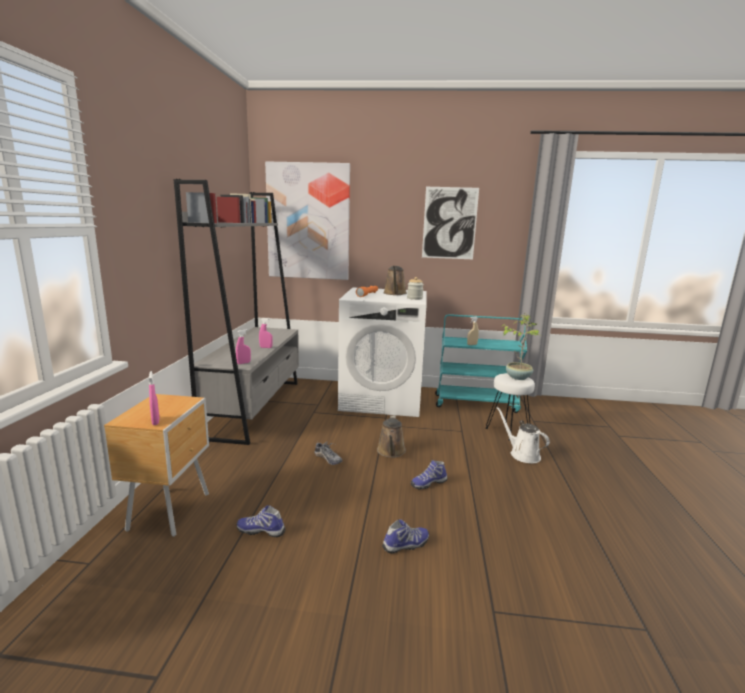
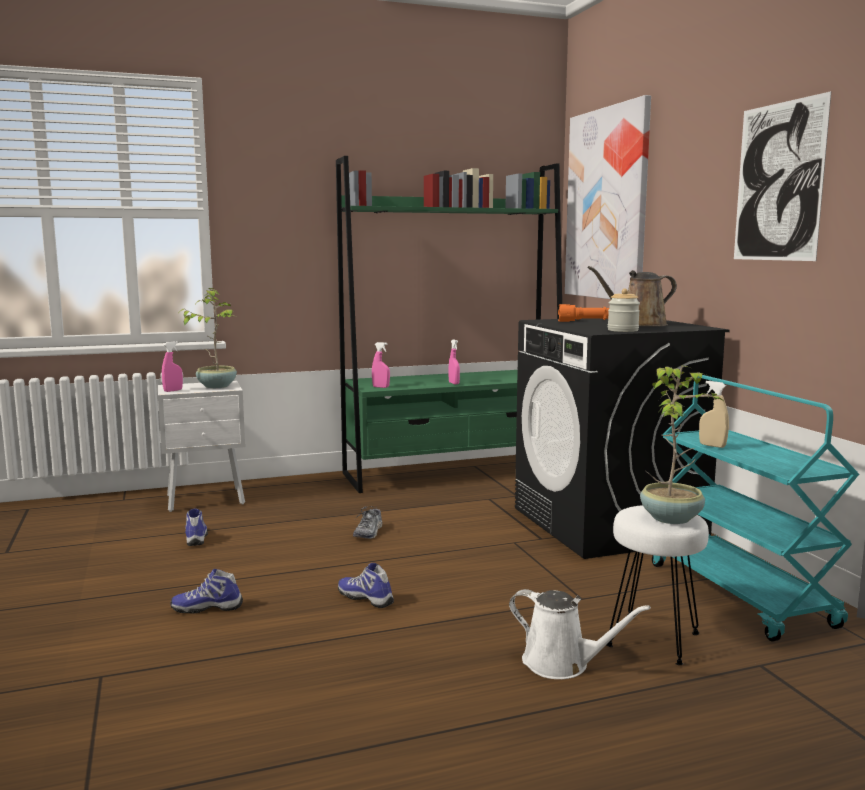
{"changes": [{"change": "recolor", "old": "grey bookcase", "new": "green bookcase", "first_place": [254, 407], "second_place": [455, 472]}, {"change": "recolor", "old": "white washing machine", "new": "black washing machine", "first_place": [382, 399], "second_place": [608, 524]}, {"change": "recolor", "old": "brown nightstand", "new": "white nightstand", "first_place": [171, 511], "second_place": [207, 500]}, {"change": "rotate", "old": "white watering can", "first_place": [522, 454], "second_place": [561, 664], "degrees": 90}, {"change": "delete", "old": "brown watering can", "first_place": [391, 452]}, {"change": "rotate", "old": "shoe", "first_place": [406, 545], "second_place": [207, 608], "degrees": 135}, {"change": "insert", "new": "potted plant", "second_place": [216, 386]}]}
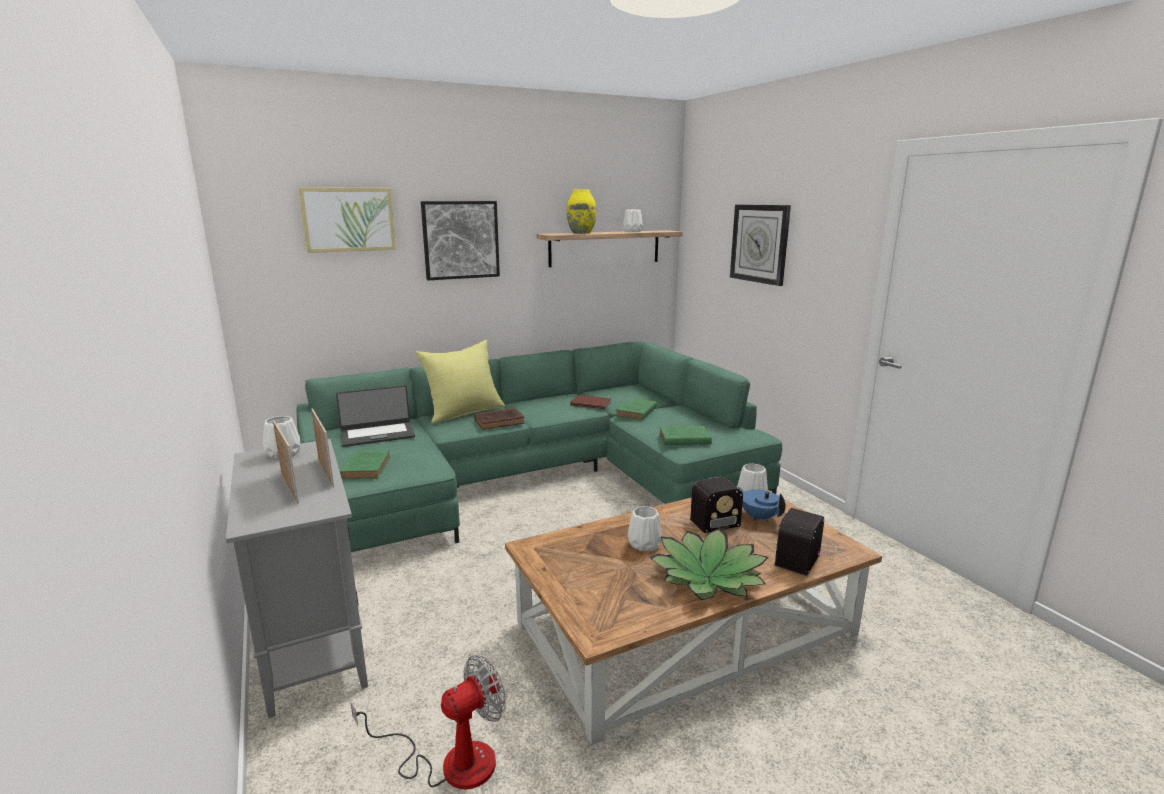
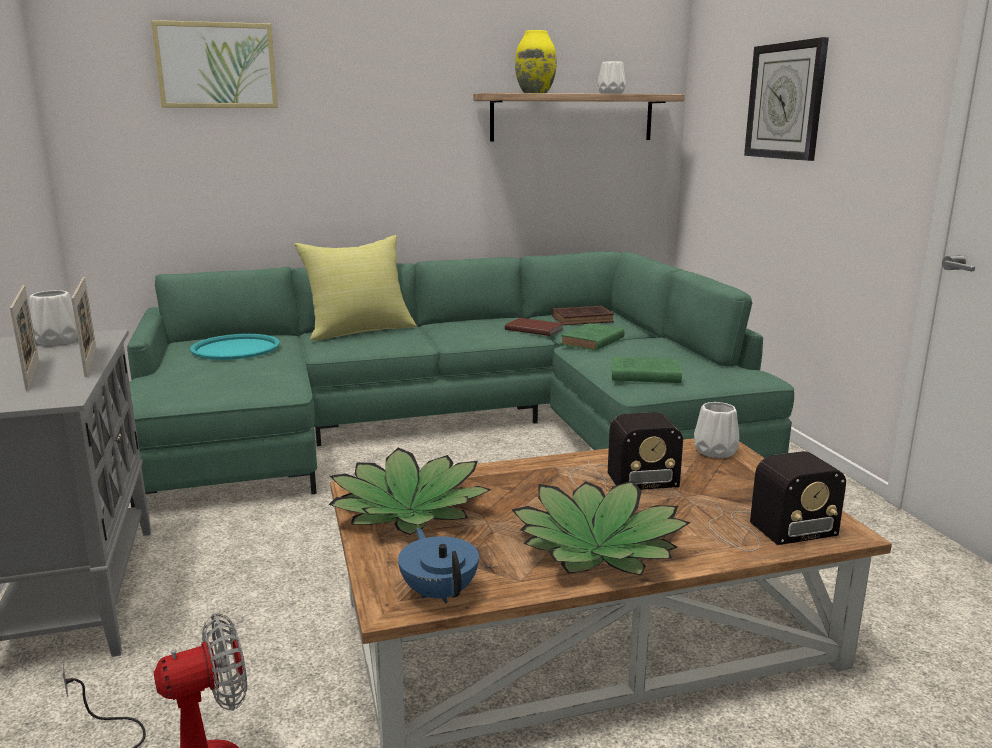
{"changes": [{"change": "delete", "old": "picture", "first_place": [461, 240]}, {"change": "replace", "old": "laptop", "new": "turquoise tray", "first_place": [377, 434], "second_place": [235, 348]}, {"change": "move", "old": "brown book", "first_place": [500, 421], "second_place": [584, 319]}, {"change": "delete", "old": "green book", "first_place": [366, 467]}, {"change": "move", "old": "blue teapot", "first_place": [759, 517], "second_place": [439, 592]}, {"change": "delete", "old": "white vase", "first_place": [645, 544]}, {"change": "rotate", "old": "radio", "first_place": [806, 553], "second_place": [767, 529], "degrees": -150}, {"change": "insert", "new": "potted plant", "second_place": [410, 509]}]}
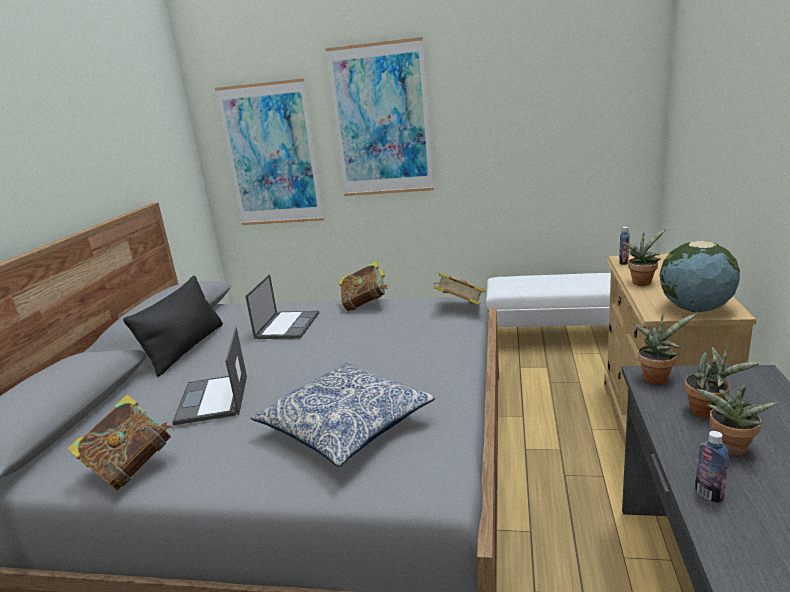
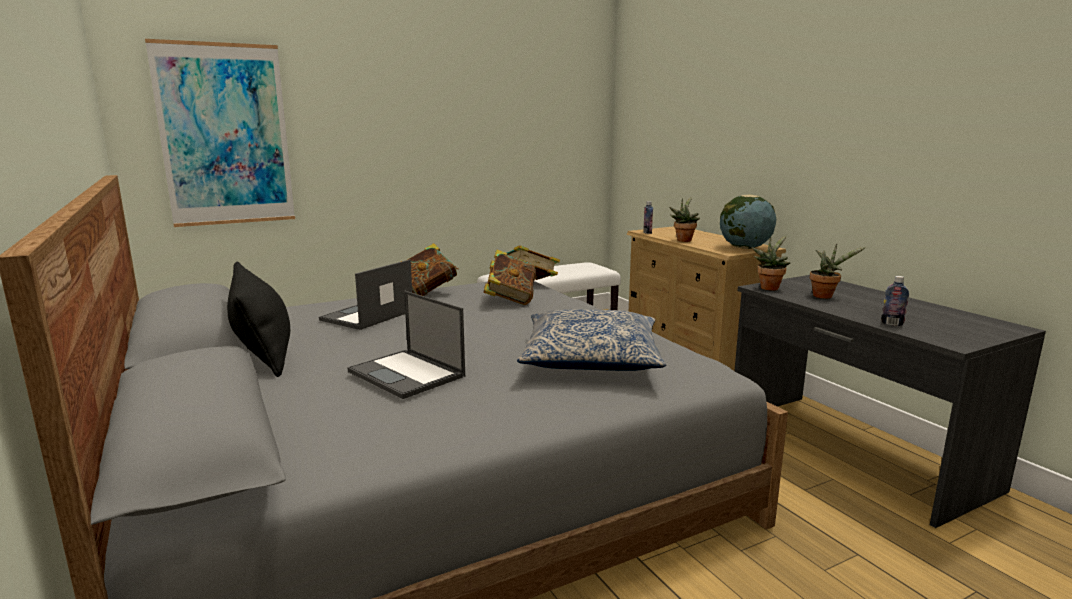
{"changes": [{"change": "delete", "old": "picture", "first_place": [381, 121]}, {"change": "rotate", "old": "laptop", "first_place": [287, 325], "second_place": [367, 316], "degrees": -120}, {"change": "delete", "old": "potted plant", "first_place": [729, 449]}, {"change": "move", "old": "book", "first_place": [131, 468], "second_place": [510, 300]}]}
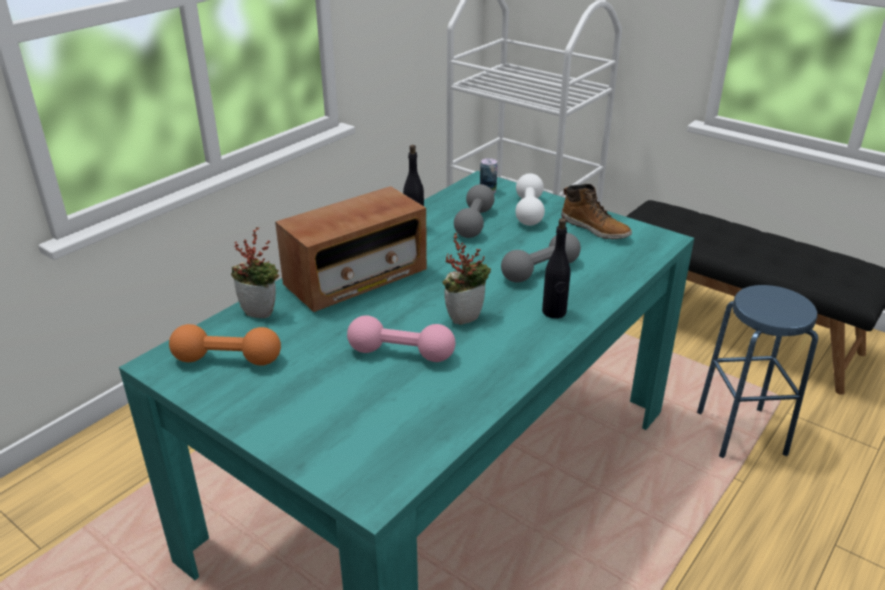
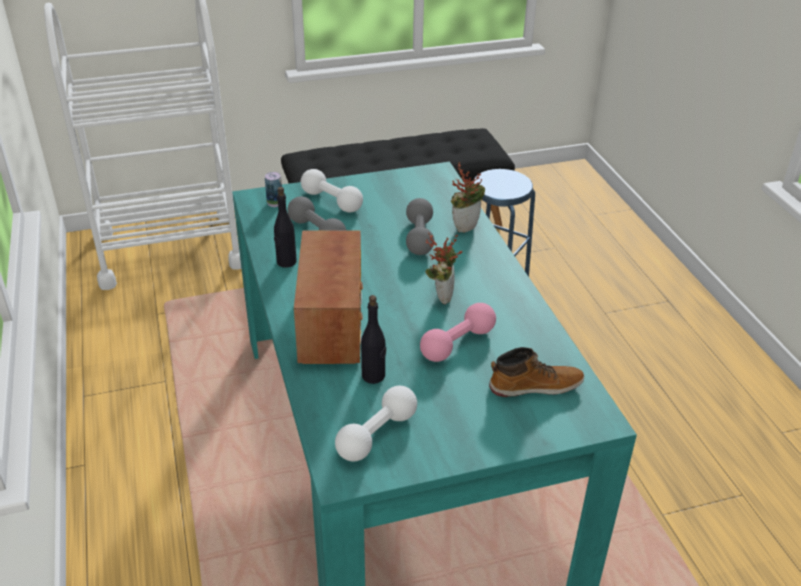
{"changes": [{"change": "move", "old": "boot", "first_place": [595, 228], "second_place": [535, 385]}, {"change": "move", "old": "black bottle", "first_place": [554, 312], "second_place": [373, 376]}, {"change": "move", "old": "potted plant", "first_place": [261, 312], "second_place": [465, 226]}, {"change": "recolor", "old": "orange dumbbell", "new": "white dumbbell", "first_place": [227, 360], "second_place": [377, 435]}]}
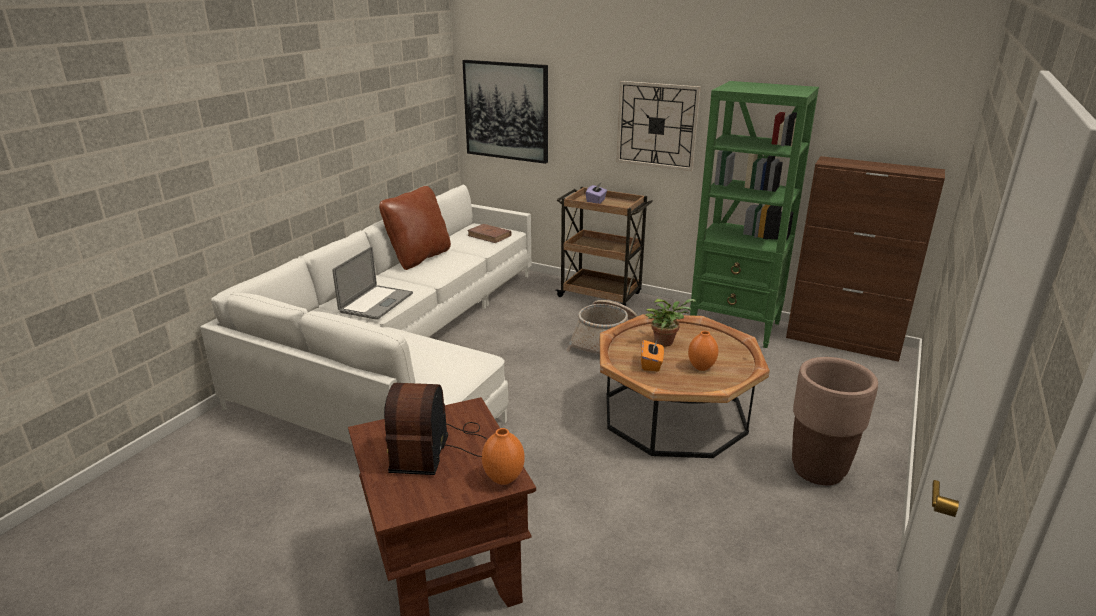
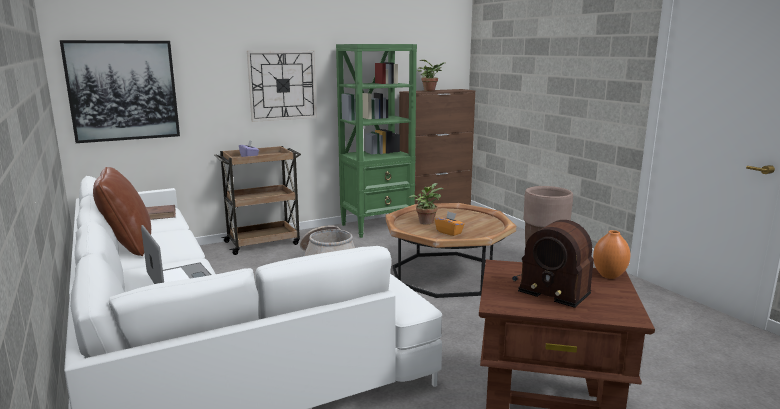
{"changes": [{"change": "delete", "old": "orange vase", "first_place": [701, 367]}, {"change": "insert", "new": "potted plant", "second_place": [431, 90]}]}
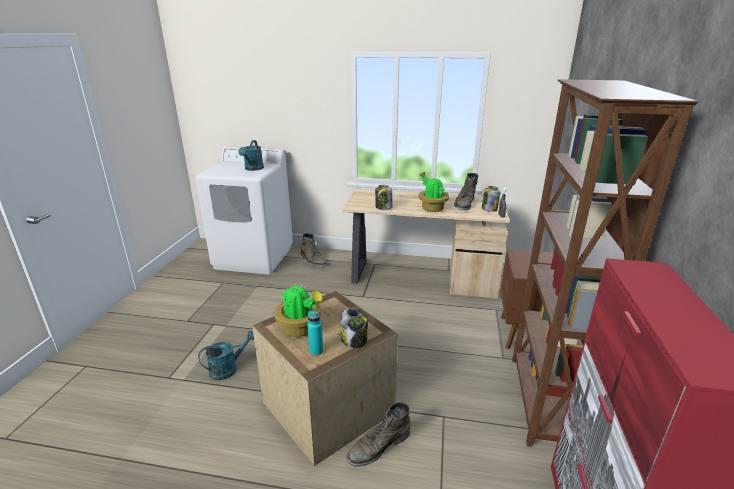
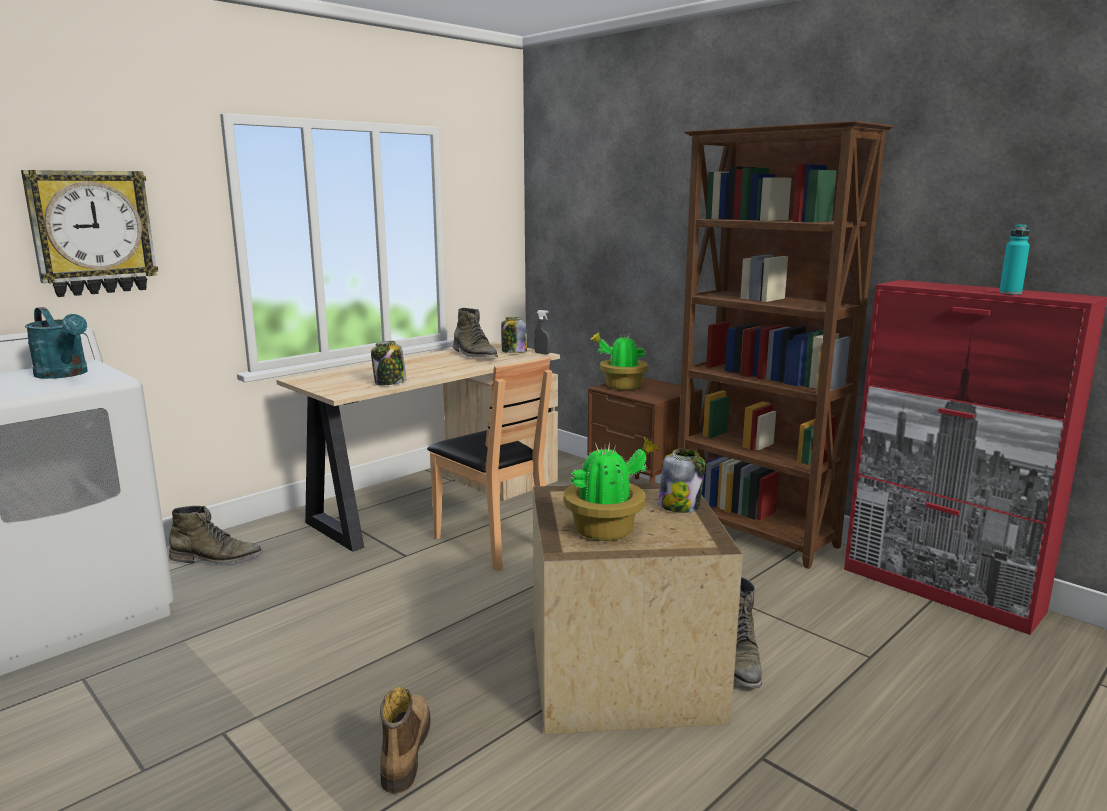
{"changes": [{"change": "move", "old": "potted plant", "first_place": [431, 208], "second_place": [621, 386]}, {"change": "move", "old": "turquoise bottle", "first_place": [316, 351], "second_place": [1010, 293]}, {"change": "replace", "old": "turquoise watering can", "new": "boot", "first_place": [228, 368], "second_place": [404, 750]}, {"change": "insert", "new": "wall clock", "second_place": [92, 233]}, {"change": "insert", "new": "brown chair", "second_place": [493, 542]}]}
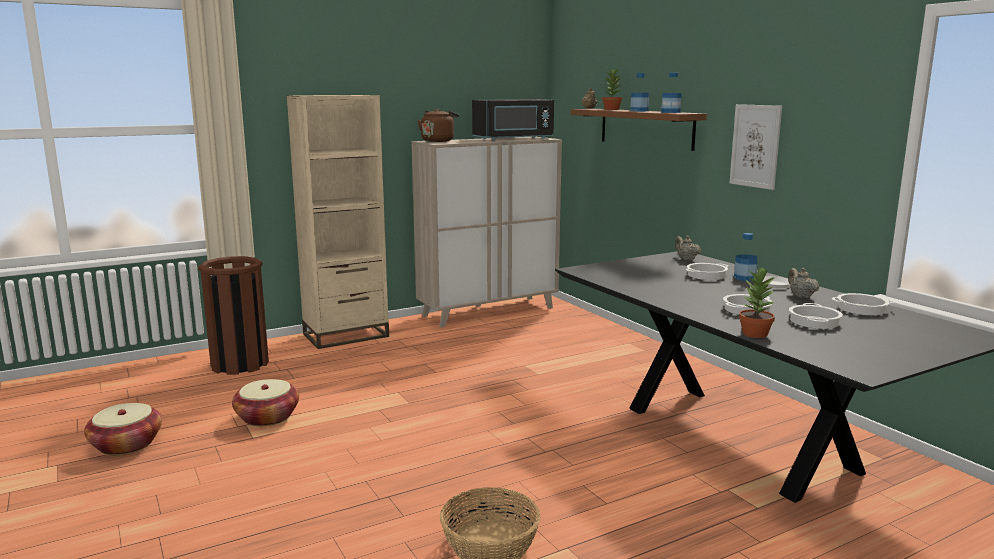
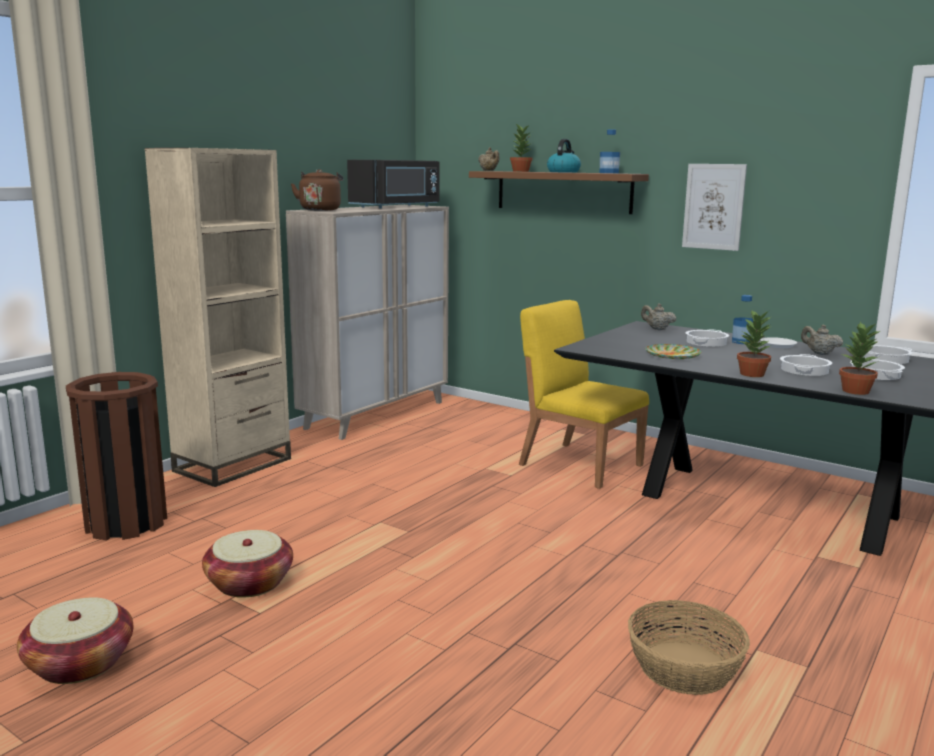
{"changes": [{"change": "replace", "old": "bottle", "new": "kettle", "first_place": [639, 111], "second_place": [563, 172]}, {"change": "insert", "new": "yellow chair", "second_place": [579, 464]}, {"change": "insert", "new": "potted plant", "second_place": [752, 374]}, {"change": "insert", "new": "plate", "second_place": [673, 355]}]}
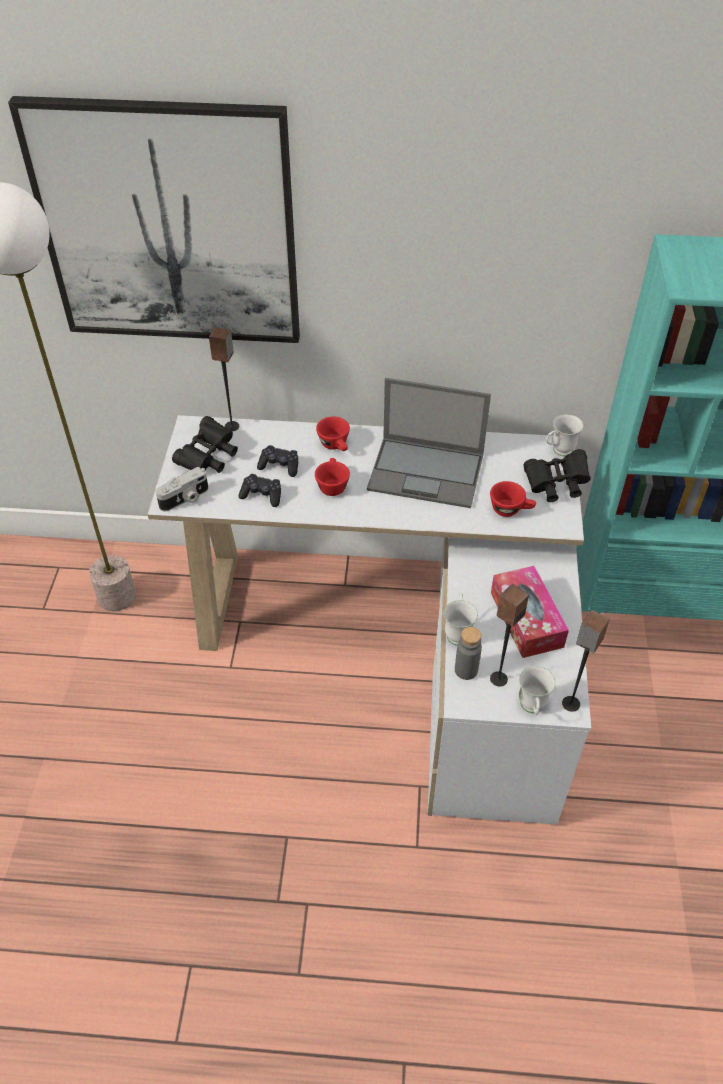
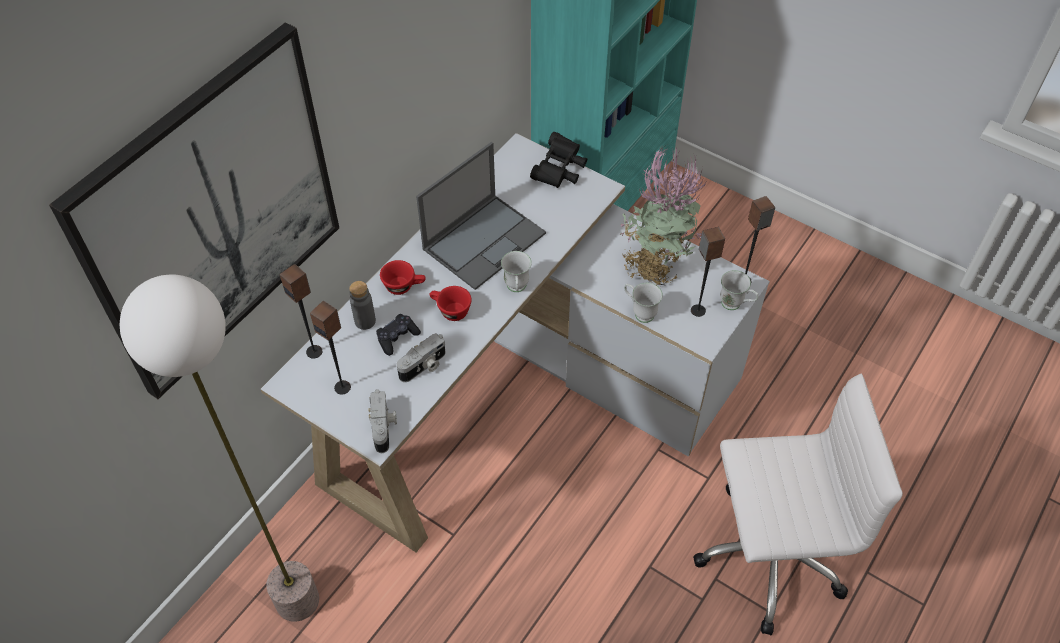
{"changes": [{"change": "move", "old": "white mug", "first_place": [558, 452], "second_place": [516, 289]}, {"change": "replace", "old": "black binoculars", "new": "speaker", "first_place": [208, 457], "second_place": [343, 387]}, {"change": "replace", "old": "black game controller", "new": "photo camera", "first_place": [262, 495], "second_place": [424, 366]}, {"change": "delete", "old": "red cup", "first_place": [511, 509]}, {"change": "replace", "old": "tissue box", "new": "potted plant", "first_place": [526, 619], "second_place": [654, 265]}, {"change": "move", "old": "grey bottle", "first_place": [466, 670], "second_place": [365, 321]}, {"change": "insert", "new": "white office chair", "second_place": [766, 555]}]}
